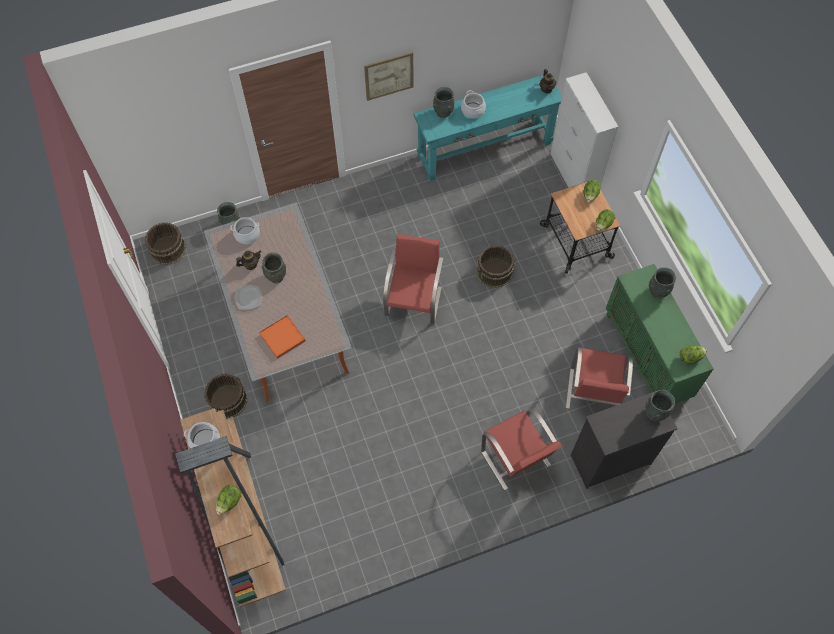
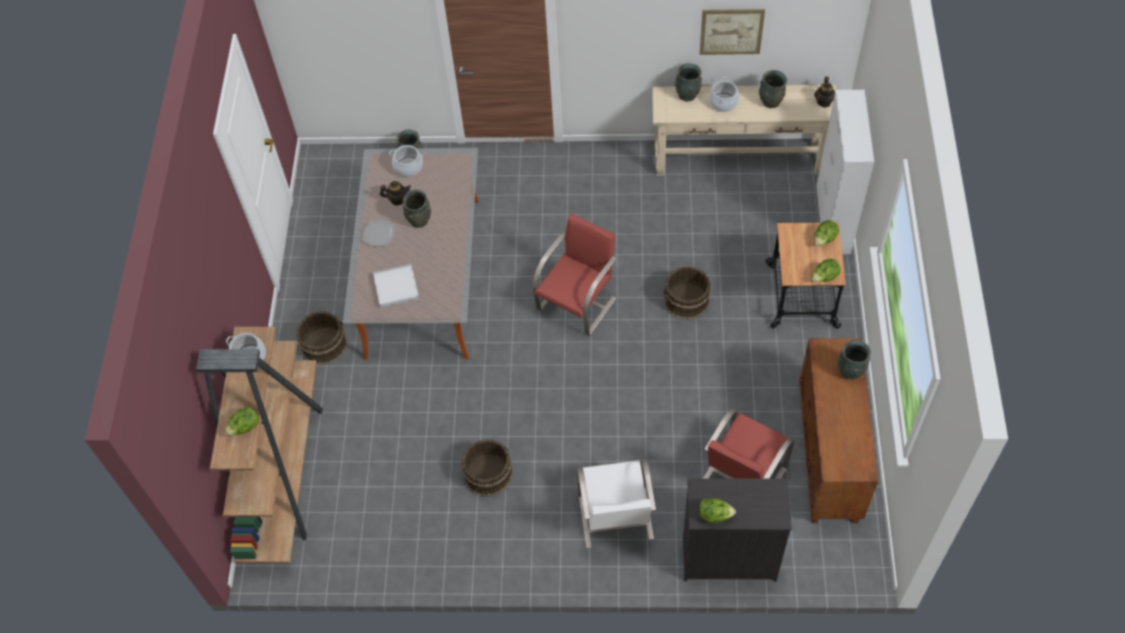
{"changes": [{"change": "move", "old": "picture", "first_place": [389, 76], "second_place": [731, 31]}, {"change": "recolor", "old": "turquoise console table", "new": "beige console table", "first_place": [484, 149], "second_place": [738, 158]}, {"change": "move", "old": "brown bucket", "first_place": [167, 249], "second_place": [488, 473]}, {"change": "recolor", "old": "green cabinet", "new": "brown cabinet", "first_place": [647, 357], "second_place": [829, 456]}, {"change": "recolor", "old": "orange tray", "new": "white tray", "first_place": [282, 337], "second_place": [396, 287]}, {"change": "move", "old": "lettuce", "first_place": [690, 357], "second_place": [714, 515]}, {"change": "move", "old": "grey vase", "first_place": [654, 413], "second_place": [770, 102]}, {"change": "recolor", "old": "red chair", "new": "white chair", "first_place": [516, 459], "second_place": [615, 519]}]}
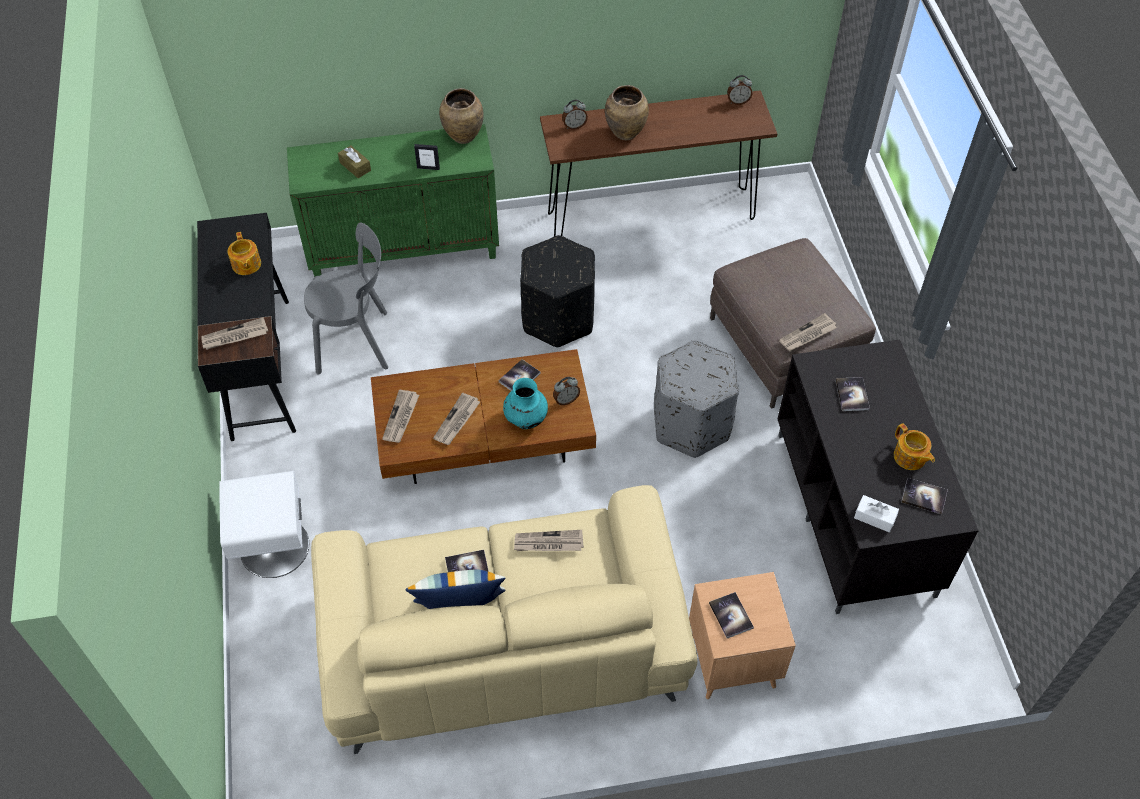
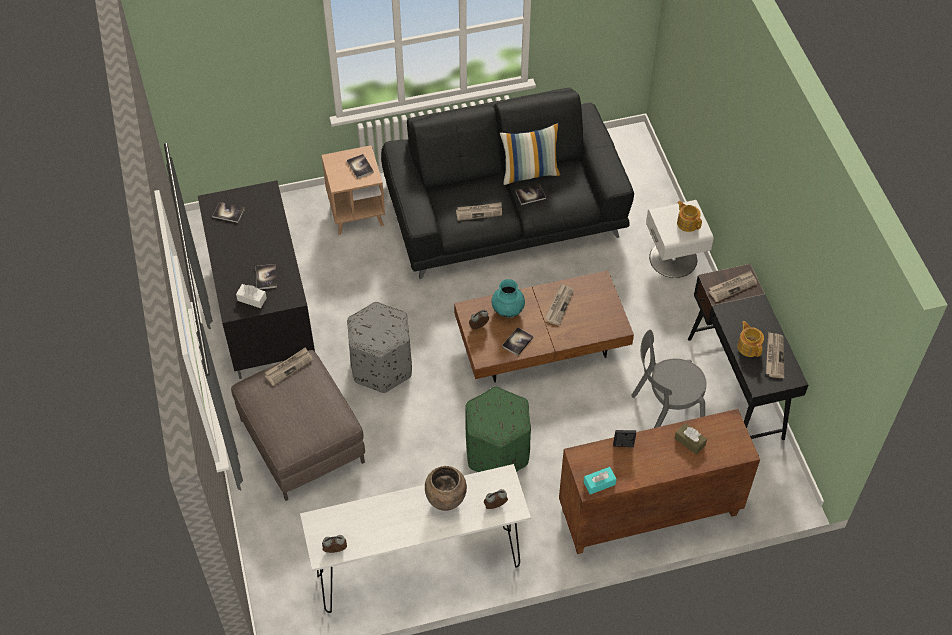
{"changes": [{"change": "replace", "old": "brown vase", "new": "turquoise tissue box", "first_place": [463, 137], "second_place": [599, 483]}, {"change": "recolor", "old": "brown console table", "new": "white console table", "first_place": [651, 216], "second_place": [419, 570]}, {"change": "recolor", "old": "green cabinet", "new": "brown cabinet", "first_place": [405, 248], "second_place": [648, 513]}, {"change": "recolor", "old": "black ottoman", "new": "green ottoman", "first_place": [558, 318], "second_place": [496, 452]}, {"change": "move", "old": "newspaper", "first_place": [401, 418], "second_place": [774, 356]}, {"change": "move", "old": "teapot", "first_place": [910, 457], "second_place": [687, 223]}, {"change": "recolor", "old": "beige sofa", "new": "black sofa", "first_place": [502, 642], "second_place": [505, 214]}, {"change": "move", "old": "white tissue box", "first_place": [874, 517], "second_place": [252, 299]}]}
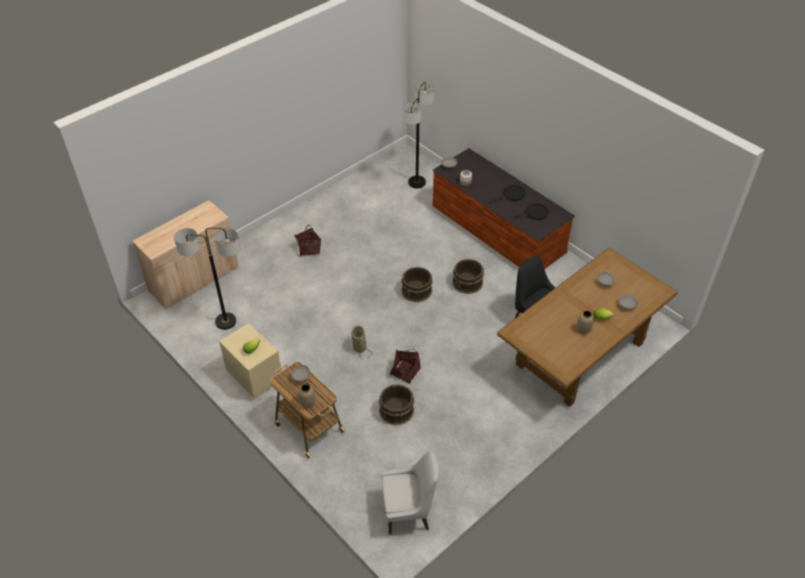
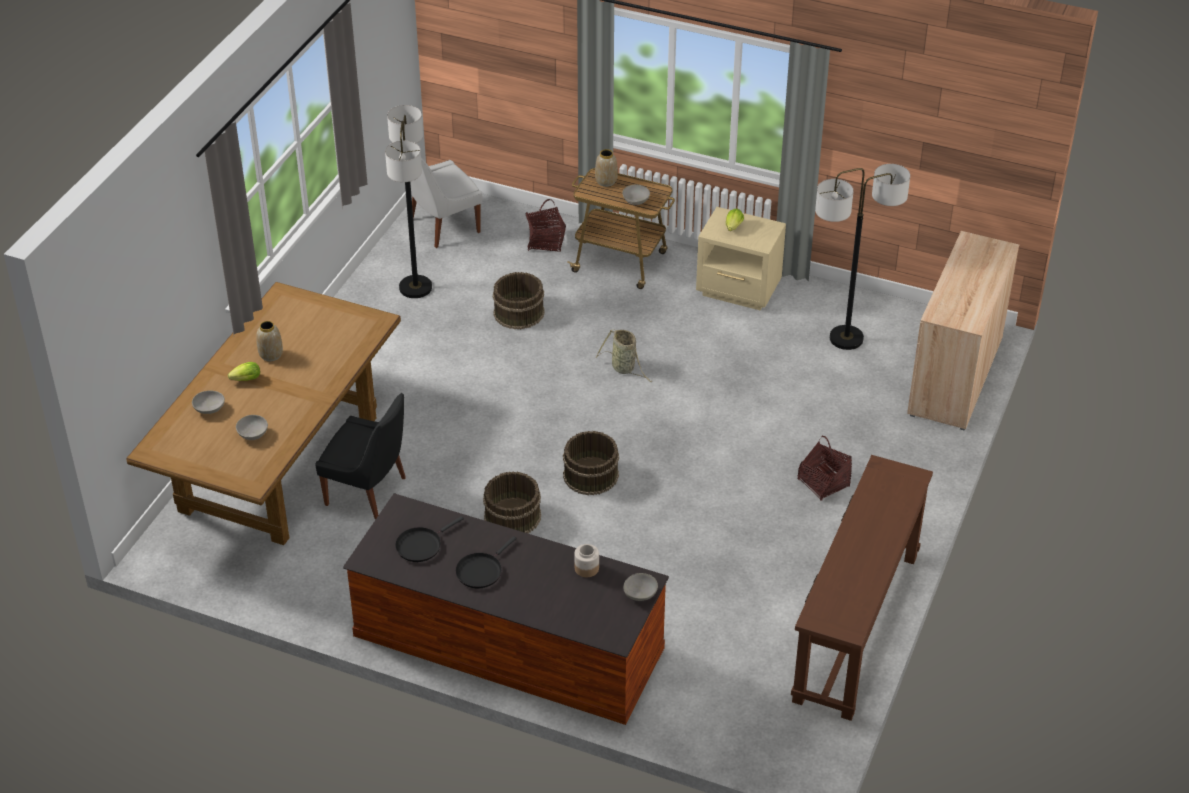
{"changes": [{"change": "move", "old": "floor lamp", "first_place": [416, 182], "second_place": [415, 287]}, {"change": "move", "old": "basket", "first_place": [405, 372], "second_place": [546, 242]}, {"change": "insert", "new": "brown console table", "second_place": [856, 627]}]}
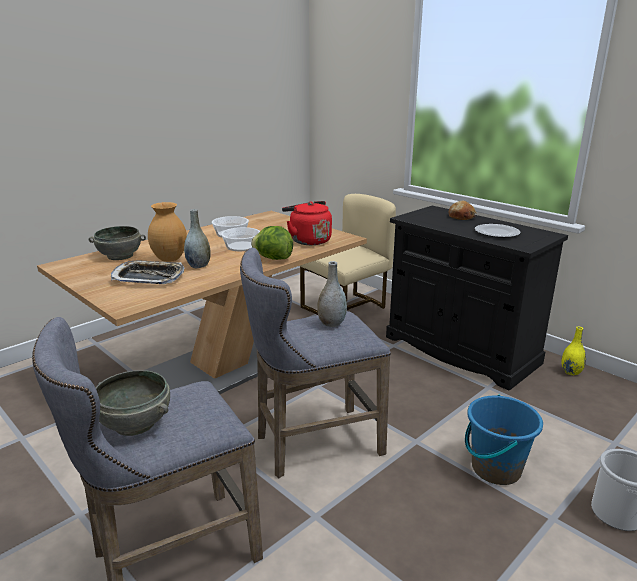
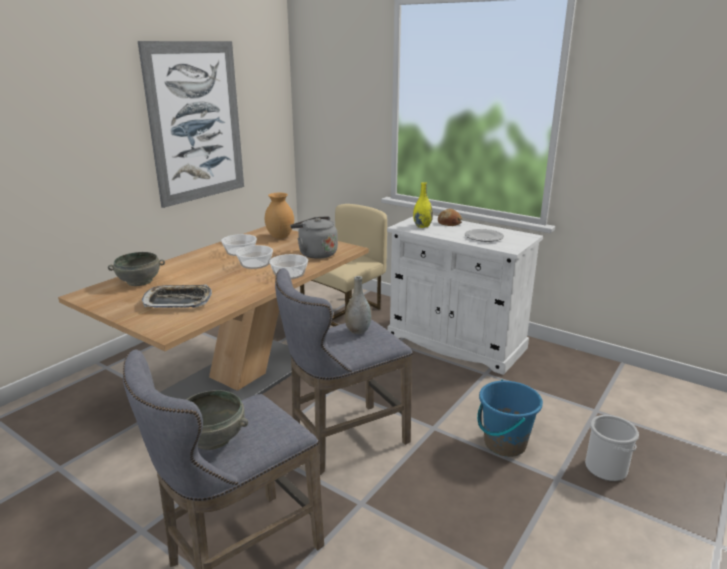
{"changes": [{"change": "recolor", "old": "red kettle", "new": "grey kettle", "first_place": [308, 240], "second_place": [315, 253]}, {"change": "move", "old": "brown vase", "first_place": [169, 259], "second_place": [280, 237]}, {"change": "recolor", "old": "black cabinet", "new": "white cabinet", "first_place": [460, 350], "second_place": [455, 342]}, {"change": "delete", "old": "grey vase", "first_place": [198, 266]}, {"change": "replace", "old": "lettuce", "new": "bowl", "first_place": [273, 258], "second_place": [289, 274]}, {"change": "move", "old": "yellow vase", "first_place": [571, 372], "second_place": [422, 226]}, {"change": "insert", "new": "picture", "second_place": [196, 122]}]}
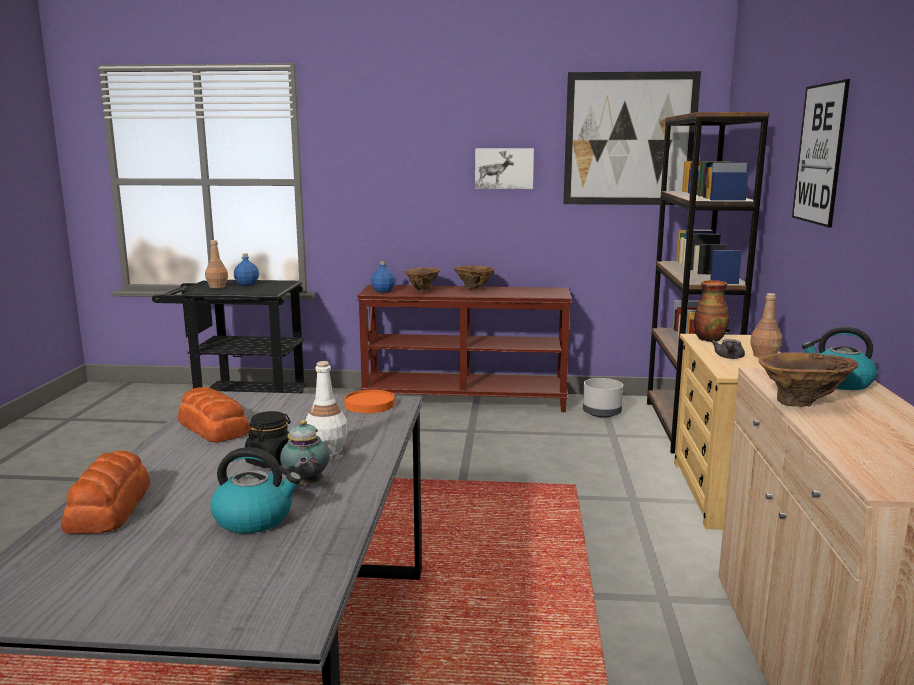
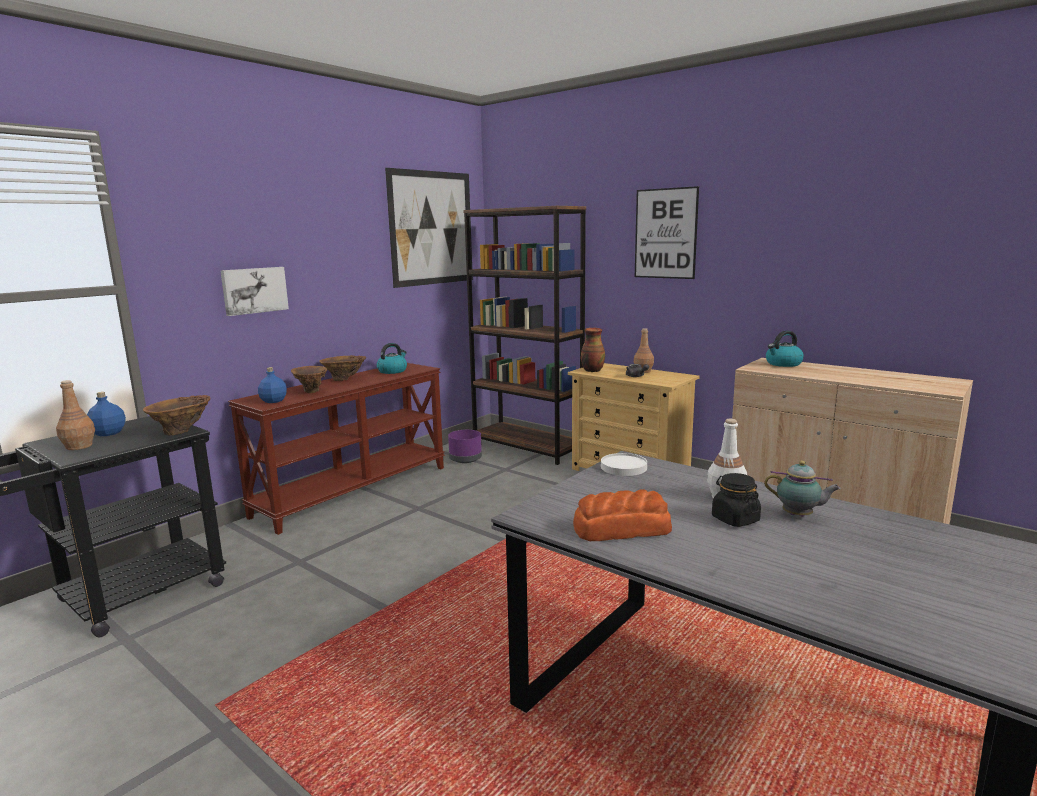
{"changes": [{"change": "move", "old": "picture", "first_place": [504, 168], "second_place": [254, 290]}, {"change": "move", "old": "brown vase", "first_place": [803, 404], "second_place": [182, 431]}, {"change": "recolor", "old": "grey planter", "new": "purple planter", "first_place": [602, 413], "second_place": [465, 459]}, {"change": "recolor", "old": "orange plate", "new": "white plate", "first_place": [369, 404], "second_place": [623, 467]}, {"change": "move", "old": "kettle", "first_place": [255, 518], "second_place": [392, 371]}, {"change": "delete", "old": "bread", "first_place": [110, 506]}]}
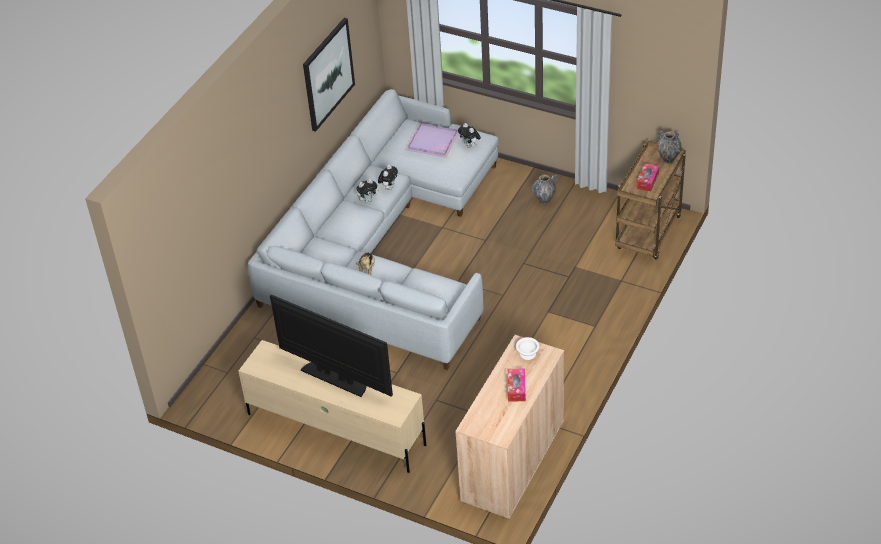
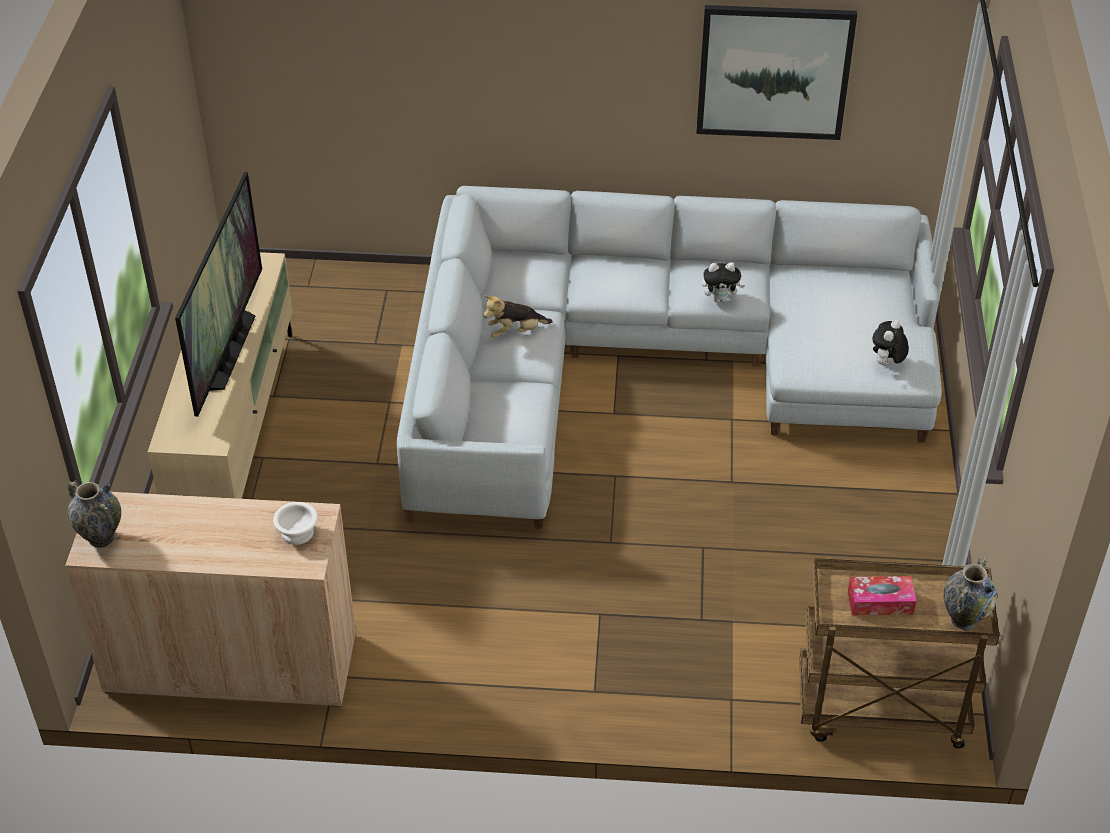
{"changes": [{"change": "delete", "old": "purple tray", "first_place": [433, 142]}, {"change": "move", "old": "vase", "first_place": [544, 201], "second_place": [101, 538]}, {"change": "delete", "old": "plush toy", "first_place": [368, 200]}, {"change": "delete", "old": "tissue box", "first_place": [516, 388]}]}
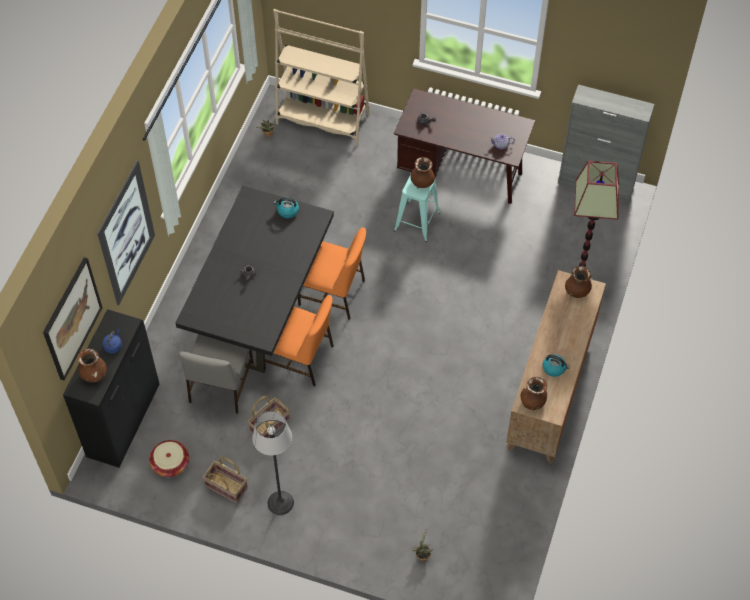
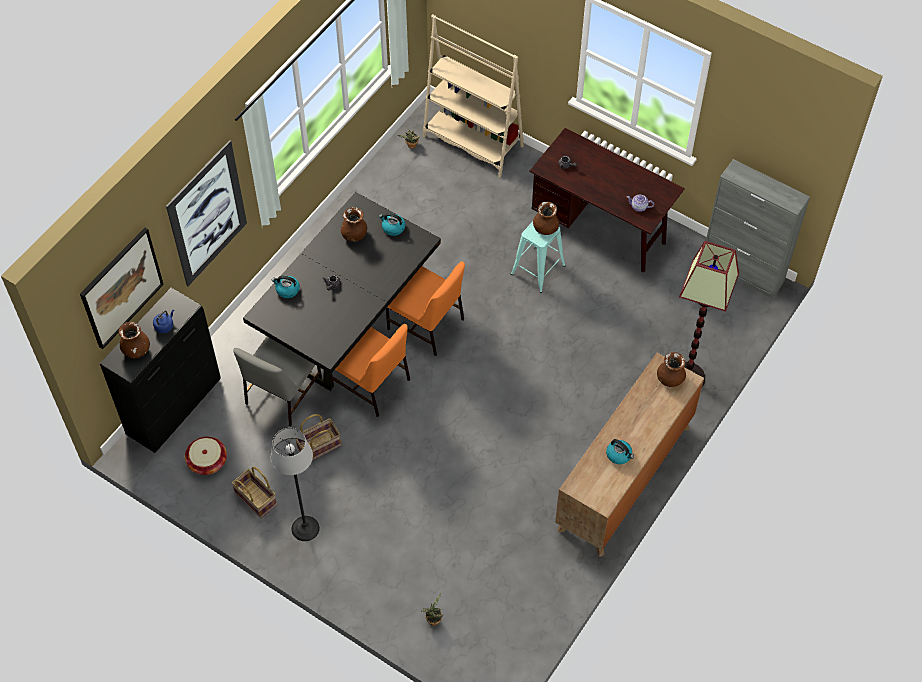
{"changes": [{"change": "move", "old": "brown vase", "first_place": [533, 402], "second_place": [354, 235]}, {"change": "insert", "new": "kettle", "second_place": [287, 290]}]}
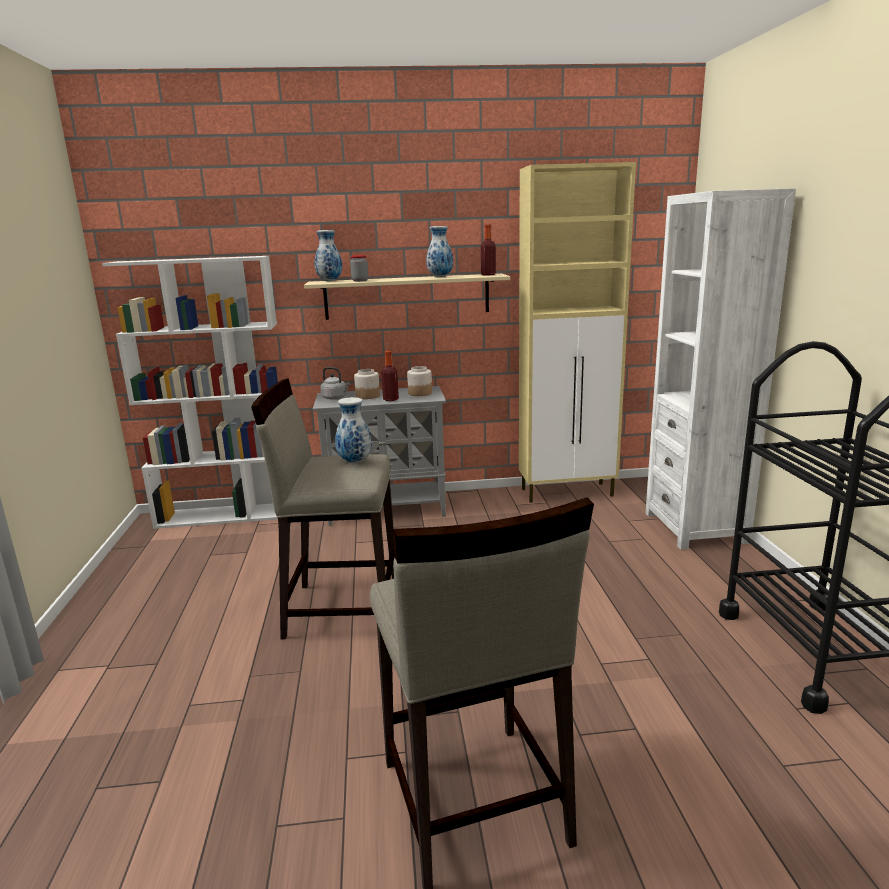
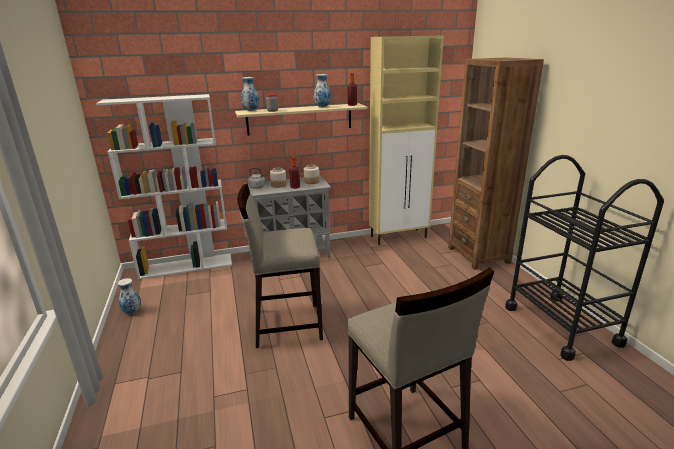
{"changes": [{"change": "recolor", "old": "white bookcase", "new": "brown bookcase", "first_place": [695, 527], "second_place": [478, 255]}, {"change": "move", "old": "vase", "first_place": [354, 461], "second_place": [131, 311]}]}
